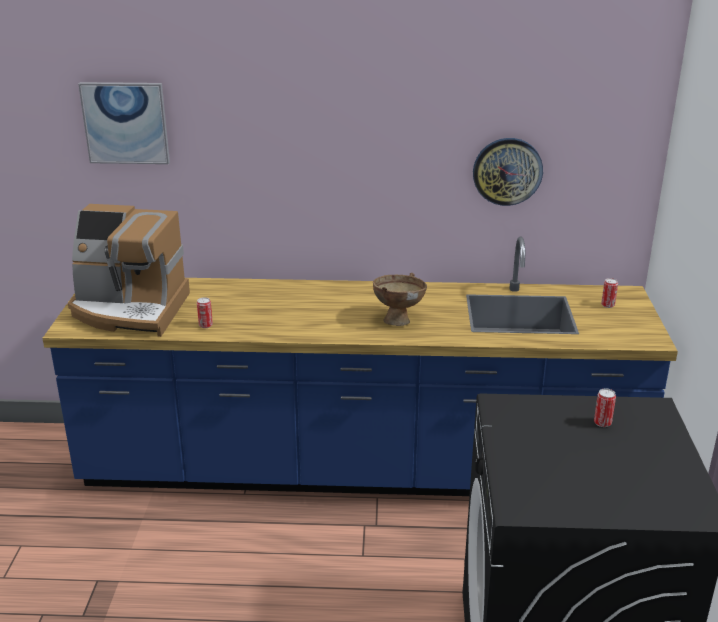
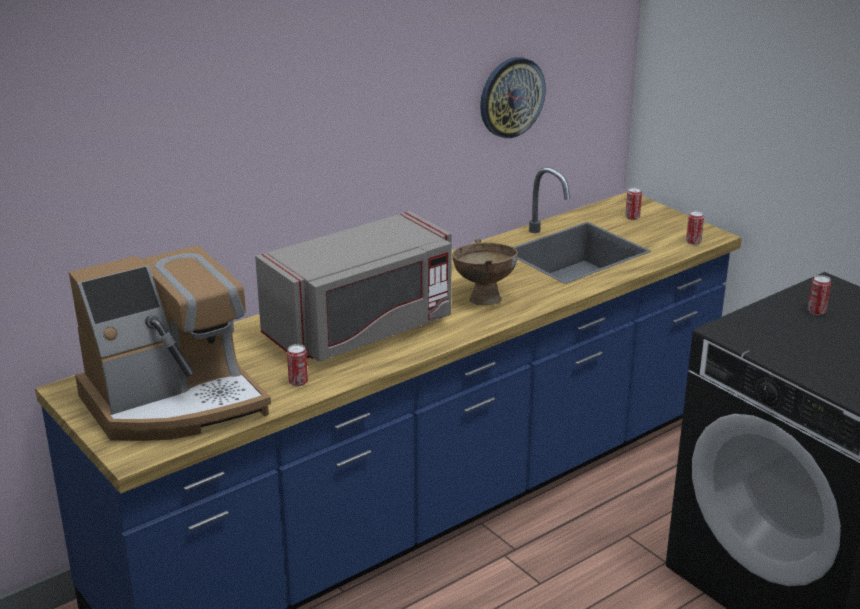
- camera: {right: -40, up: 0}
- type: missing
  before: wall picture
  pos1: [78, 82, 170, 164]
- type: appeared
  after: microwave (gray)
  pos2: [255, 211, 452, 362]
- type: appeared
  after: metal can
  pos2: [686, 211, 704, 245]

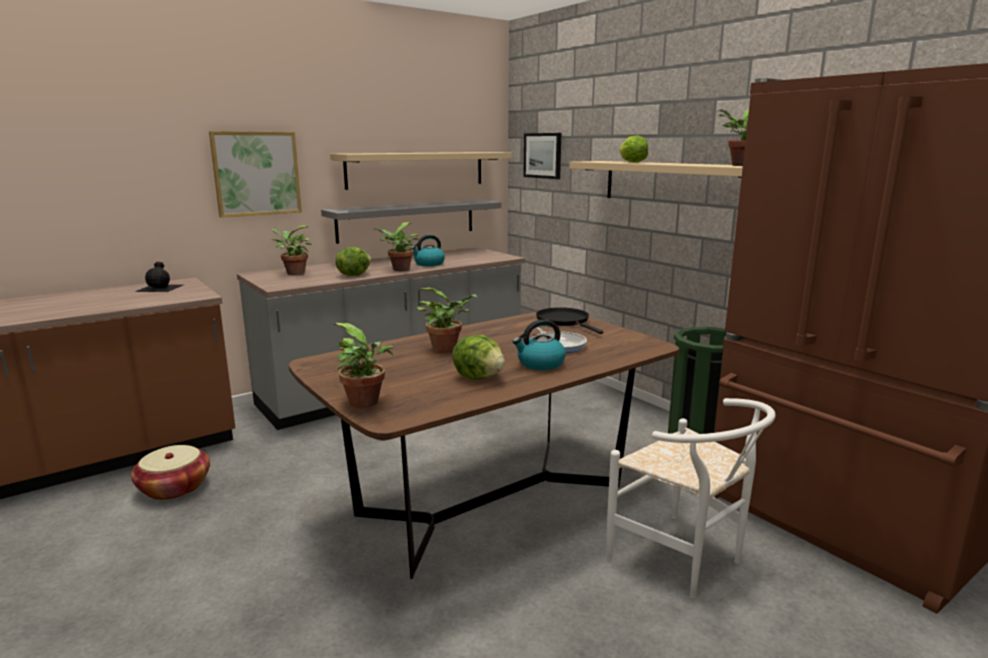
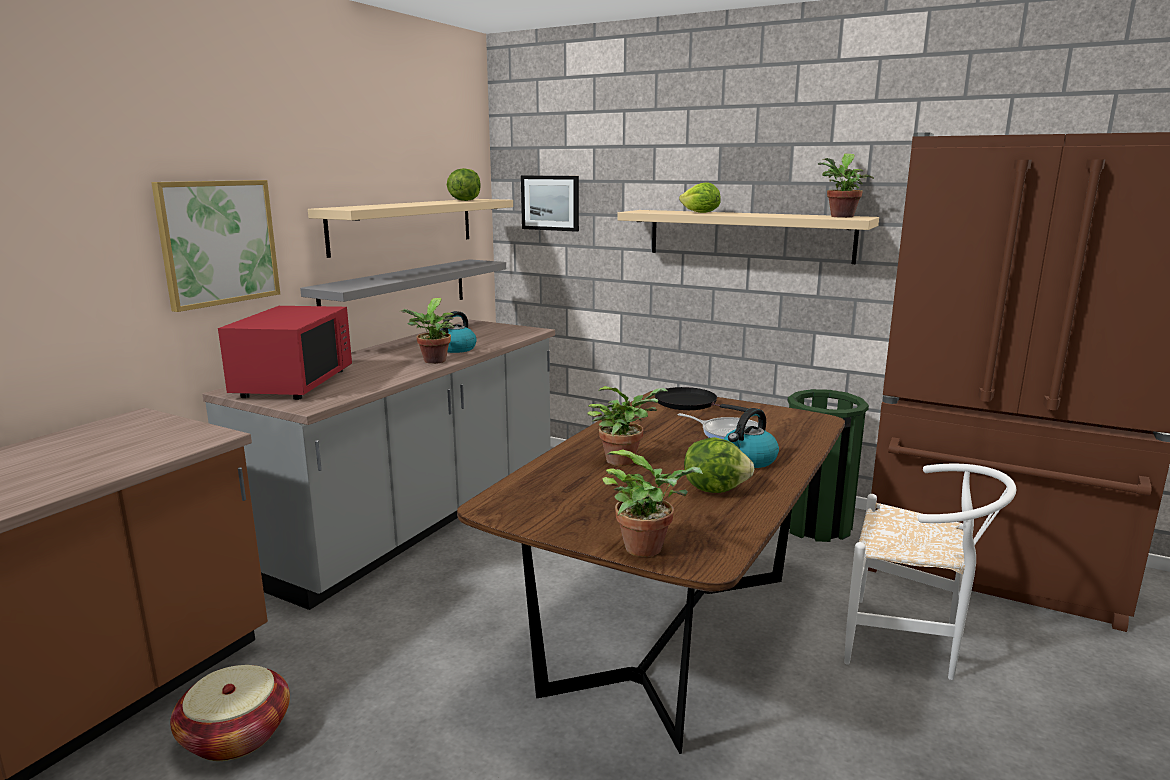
- camera: {right: -25, up: 0}
- type: missing
  before: bottle (black-coloured)
  pos1: [135, 262, 183, 292]
- type: relocated
  before: lettuce head
  pos1: [335, 247, 372, 276]
  pos2: [447, 168, 481, 201]
- type: exchanged
  before: houseplant
  after: microwave (reddish)
  pos1: [271, 226, 311, 275]
  pos2: [218, 306, 352, 400]

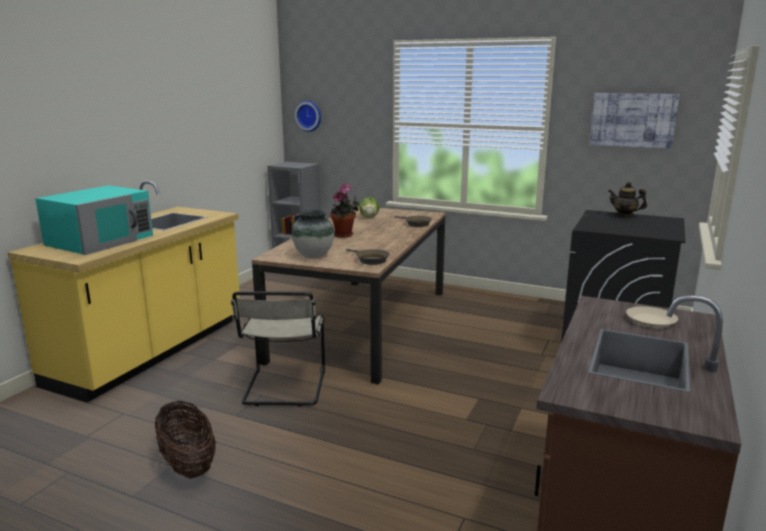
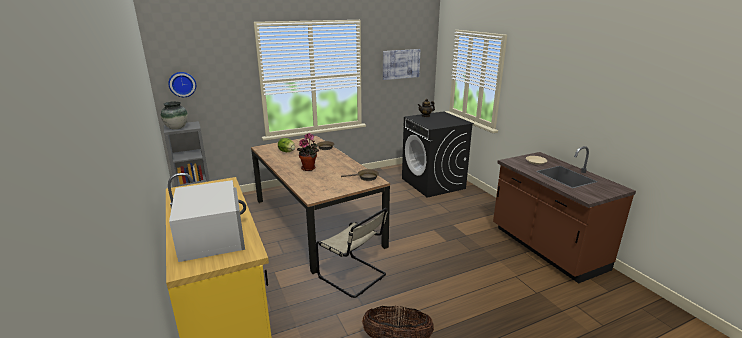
- camera: {right: -50, up: 5}
- type: relocated
  before: vase
  pos1: [291, 210, 334, 258]
  pos2: [161, 101, 188, 130]
- type: colour
  before: microwave (turquoise-coloured)
  after: microwave (whitish)
  pos1: [35, 185, 153, 255]
  pos2: [169, 180, 246, 262]

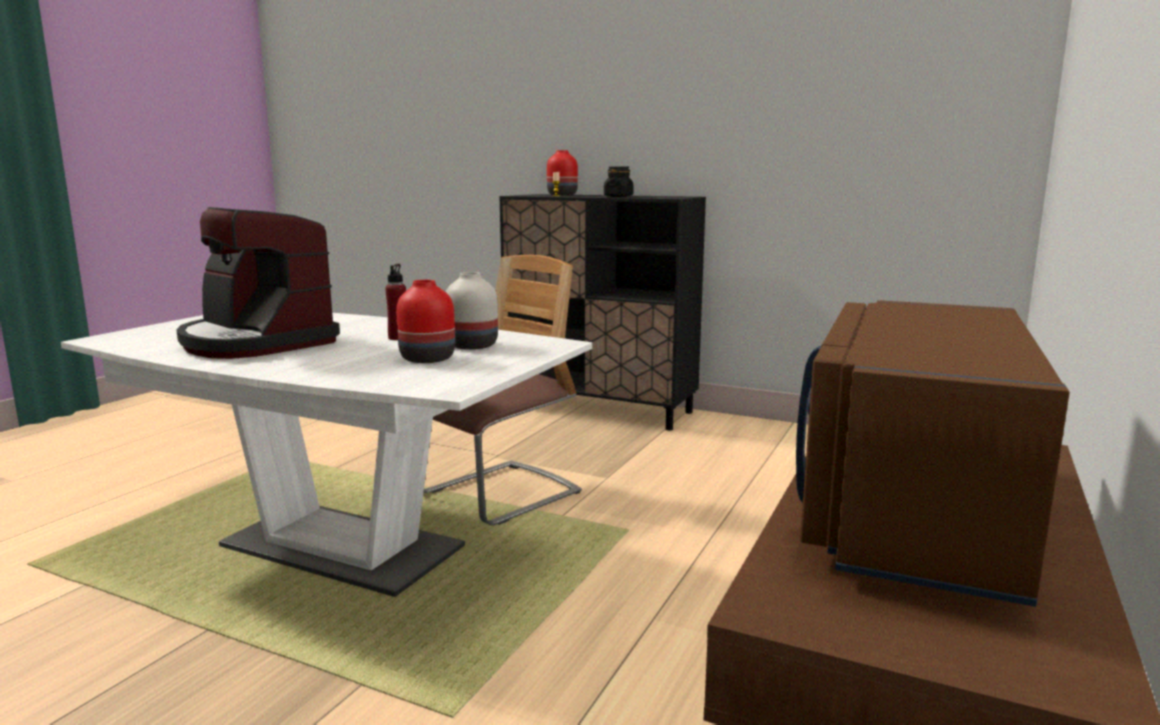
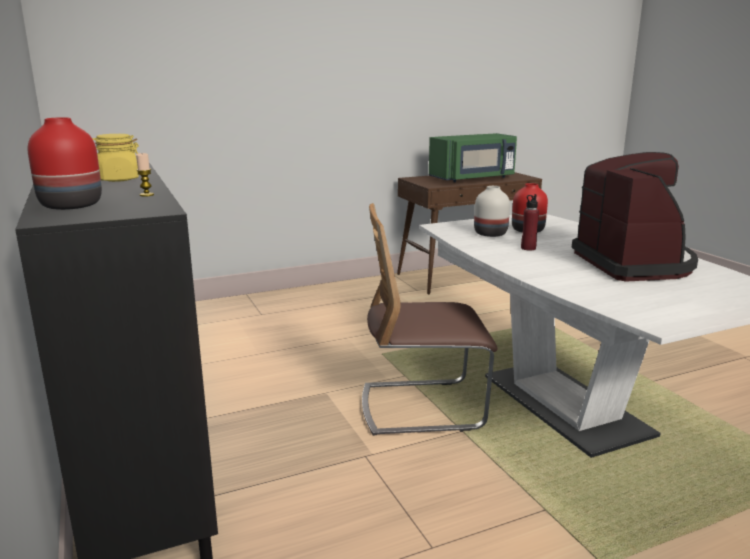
- camera: {right: -140, up: 5}
- type: colour
  before: storage jar (black-coloured)
  after: storage jar (yellow-coloured)
  pos1: [604, 166, 633, 197]
  pos2: [92, 134, 139, 182]
- type: colour
  before: microwave (brown-coloured)
  after: microwave (green-coloured)
  pos1: [796, 300, 1070, 607]
  pos2: [429, 133, 517, 182]

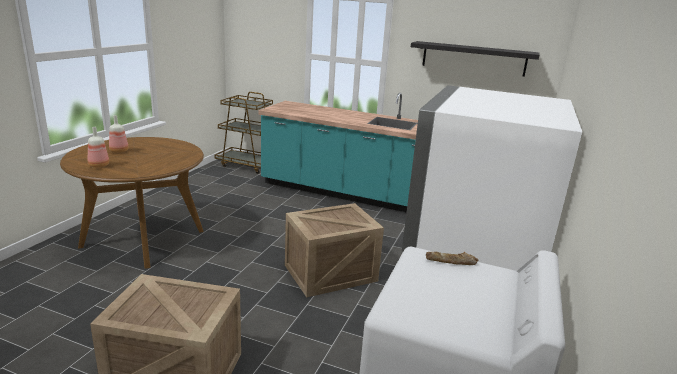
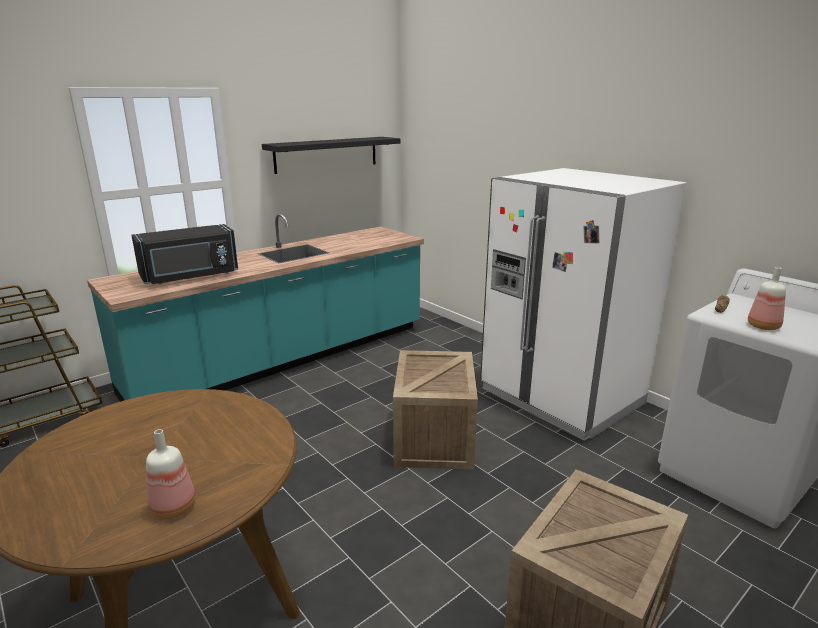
- camera: {right: -60, up: 0}
- type: appeared
  after: microwave (black-coloured)
  pos2: [131, 224, 238, 284]
- type: relocated
  before: bottle
  pos1: [109, 115, 129, 153]
  pos2: [748, 267, 786, 330]

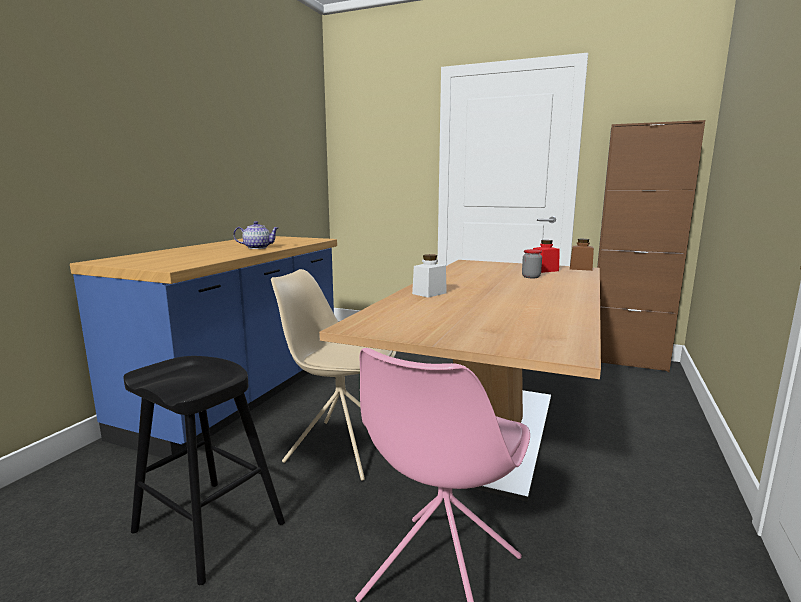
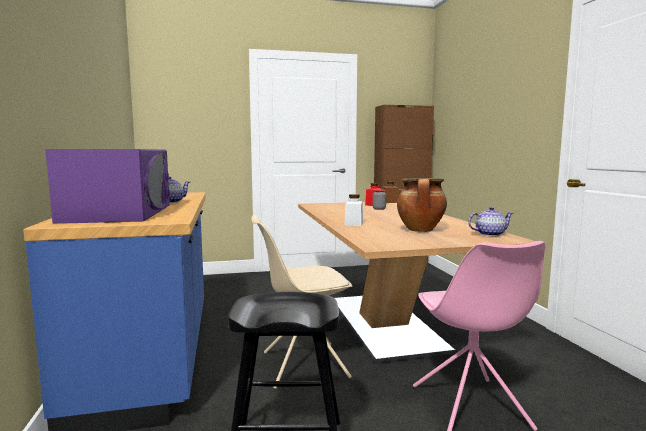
- camera: {right: -35, up: -5}
- type: appeared
  after: microwave (purplish)
  pos2: [45, 149, 170, 224]
- type: appeared
  after: saucepot
  pos2: [397, 178, 447, 232]
- type: appeared
  after: tea pot
  pos2: [468, 207, 513, 236]

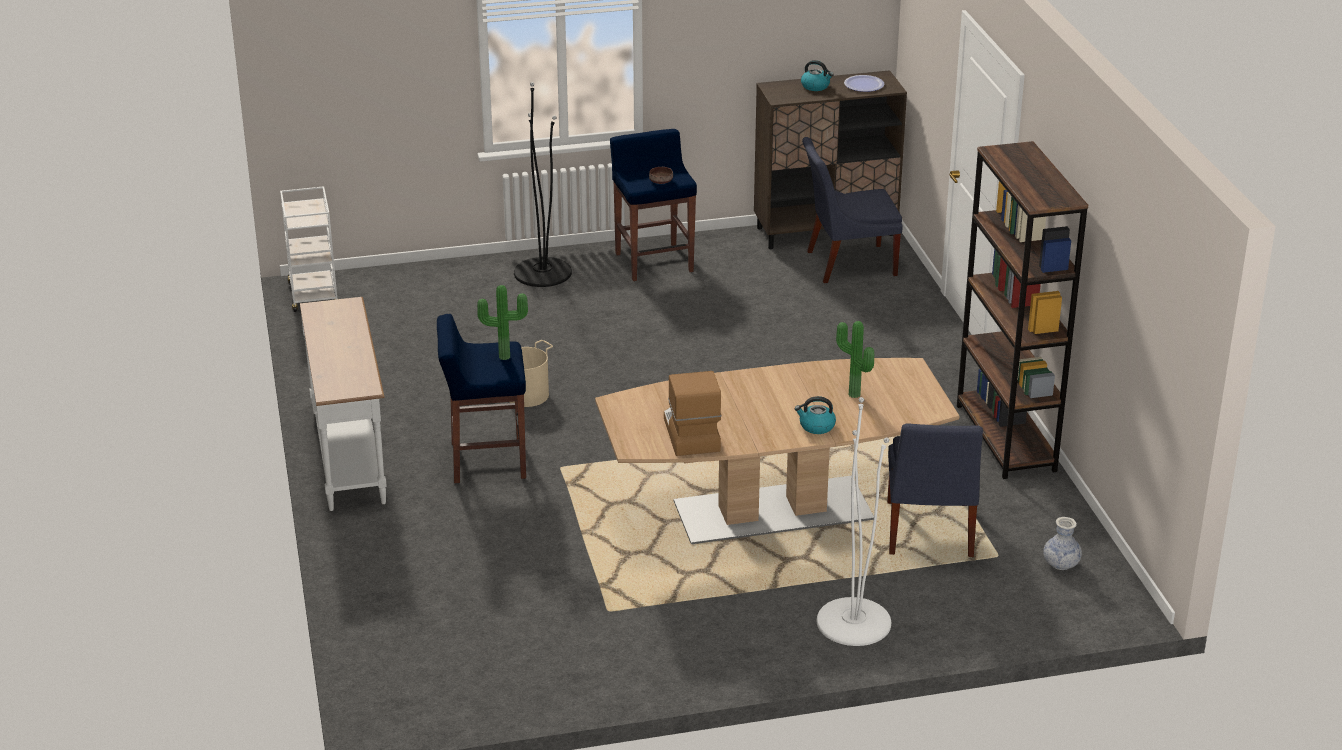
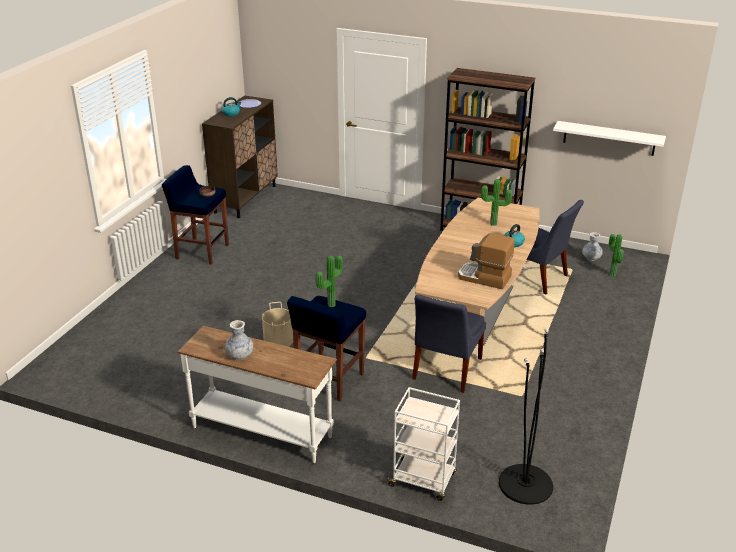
- camera: {right: -55, up: 0}
- type: missing
  before: floor lamp (whitish)
  pos1: [816, 397, 891, 646]
- type: appeared
  after: vase
  pos2: [225, 320, 253, 360]
- type: appeared
  after: bracket shelf (whitish)
  pos2: [553, 121, 666, 156]
- type: appeared
  after: houseplant
  pos2: [609, 234, 624, 277]
- type: relocated
  before: cart (whitish)
  pos1: [280, 186, 337, 312]
  pos2: [386, 387, 460, 501]
- type: relocated
  before: floor lamp (black-coloured)
  pos1: [514, 82, 572, 287]
  pos2: [499, 329, 553, 505]
- type: relocated
  before: chair (blue-coloured)
  pos1: [802, 137, 903, 283]
  pos2: [412, 294, 486, 393]

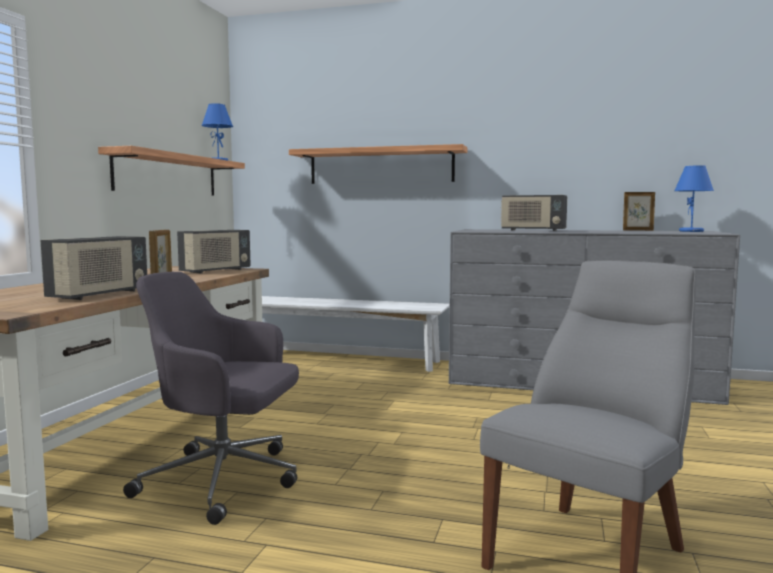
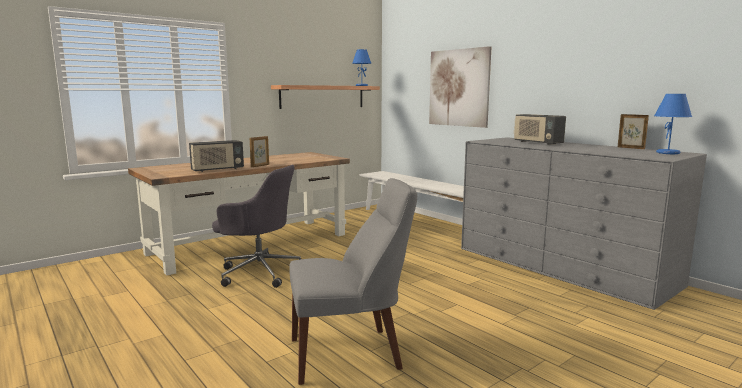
- camera: {right: 35, up: 5}
- type: missing
  before: radio receiver
  pos1: [177, 230, 250, 274]
- type: exchanged
  before: bracket shelf
  after: wall picture
  pos1: [289, 144, 468, 184]
  pos2: [429, 46, 492, 128]
- type: spun
  before: desk chair (gray)
  pos1: [123, 272, 299, 525]
  pos2: [212, 165, 301, 288]
  turn: 150

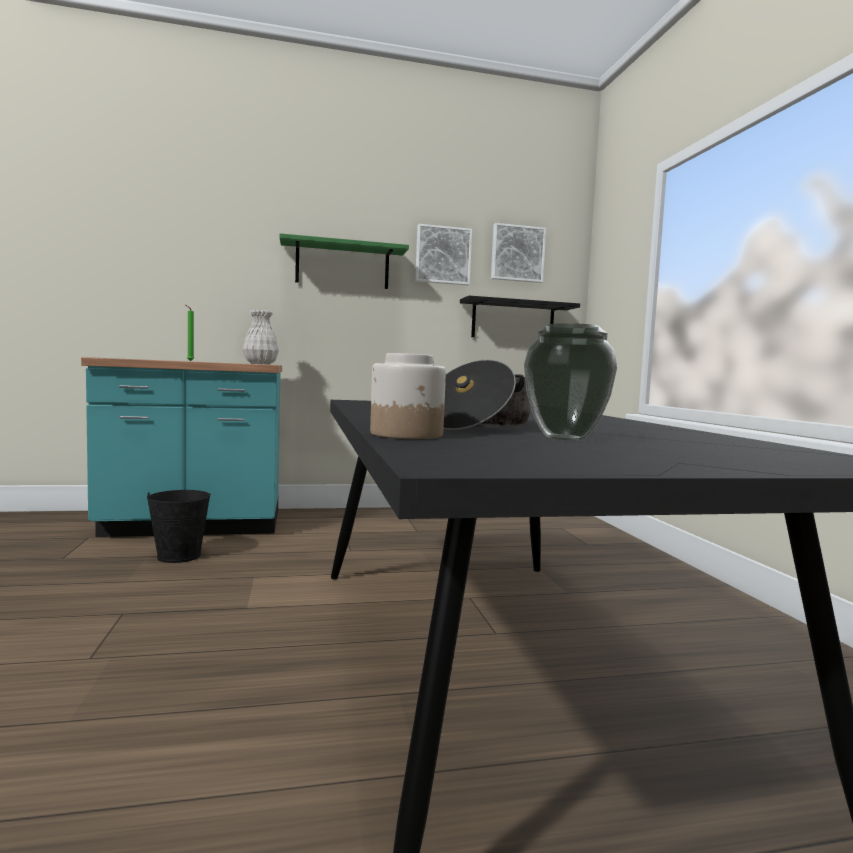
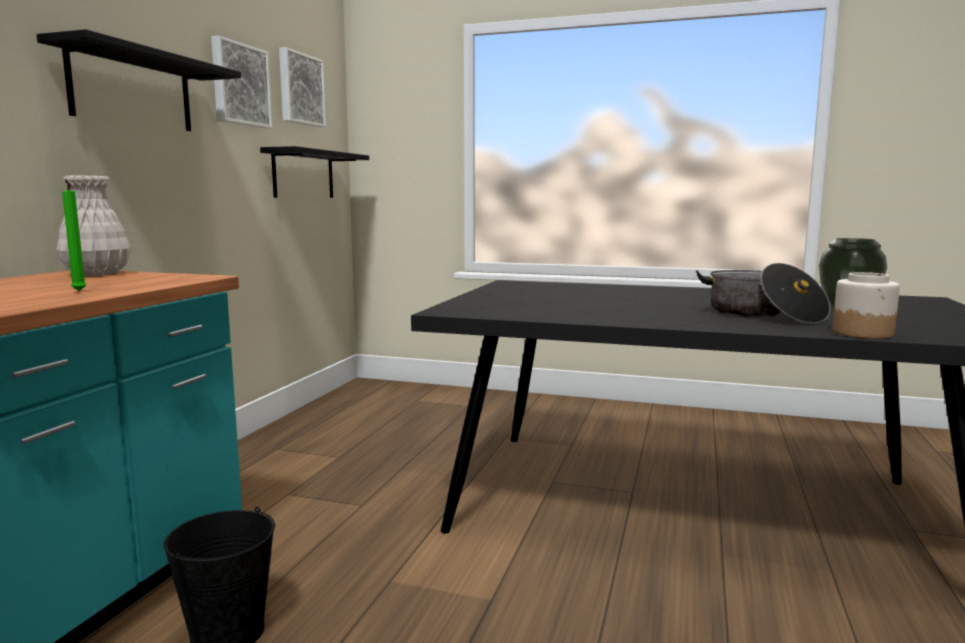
- camera: {right: -60, up: 5}
- type: colour
  before: bracket shelf (green-coloured)
  after: bracket shelf (black-coloured)
  pos1: [279, 233, 409, 289]
  pos2: [37, 29, 241, 131]

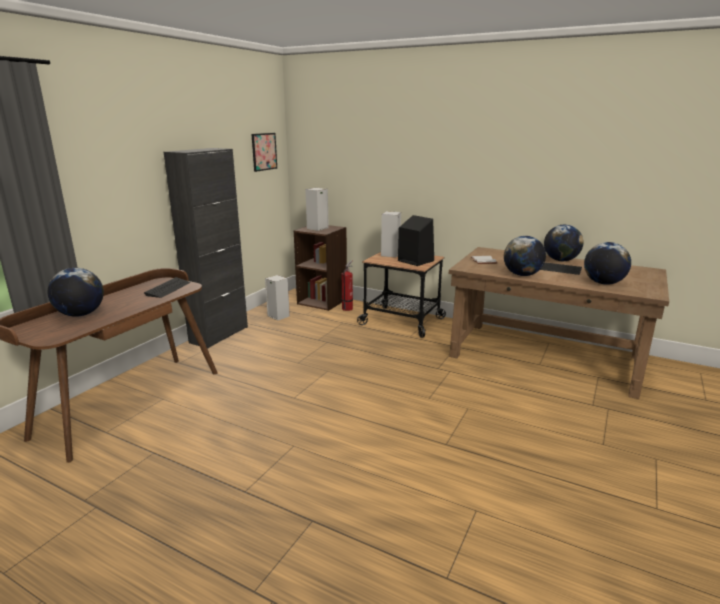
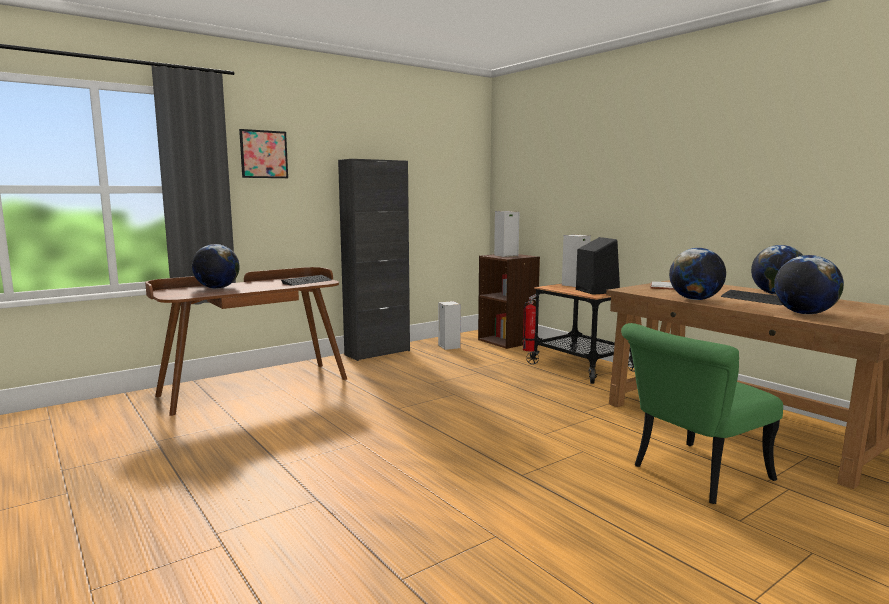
- camera: {right: 25, up: -10}
- type: appeared
  after: chair (green-coloured)
  pos2: [621, 323, 783, 504]
- type: relocated
  before: wall picture
  pos1: [252, 133, 277, 172]
  pos2: [239, 129, 288, 178]

